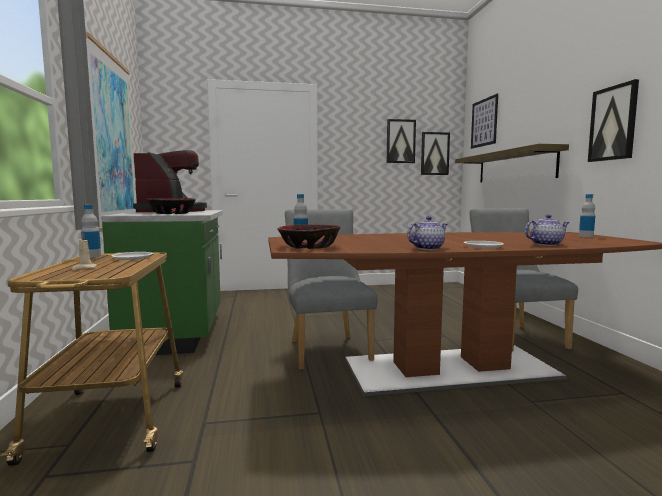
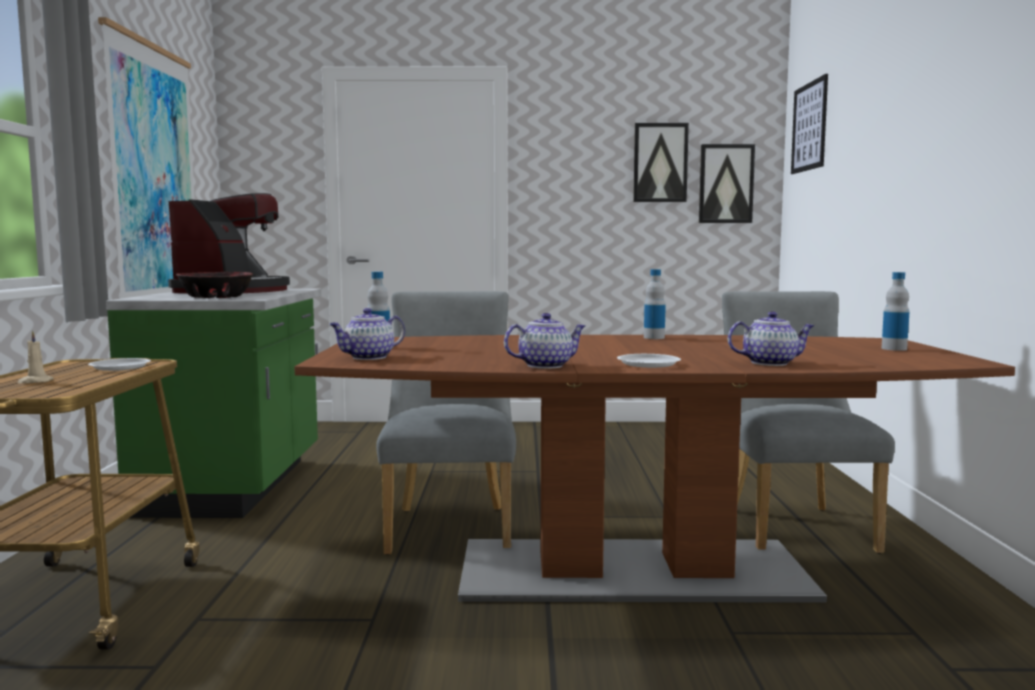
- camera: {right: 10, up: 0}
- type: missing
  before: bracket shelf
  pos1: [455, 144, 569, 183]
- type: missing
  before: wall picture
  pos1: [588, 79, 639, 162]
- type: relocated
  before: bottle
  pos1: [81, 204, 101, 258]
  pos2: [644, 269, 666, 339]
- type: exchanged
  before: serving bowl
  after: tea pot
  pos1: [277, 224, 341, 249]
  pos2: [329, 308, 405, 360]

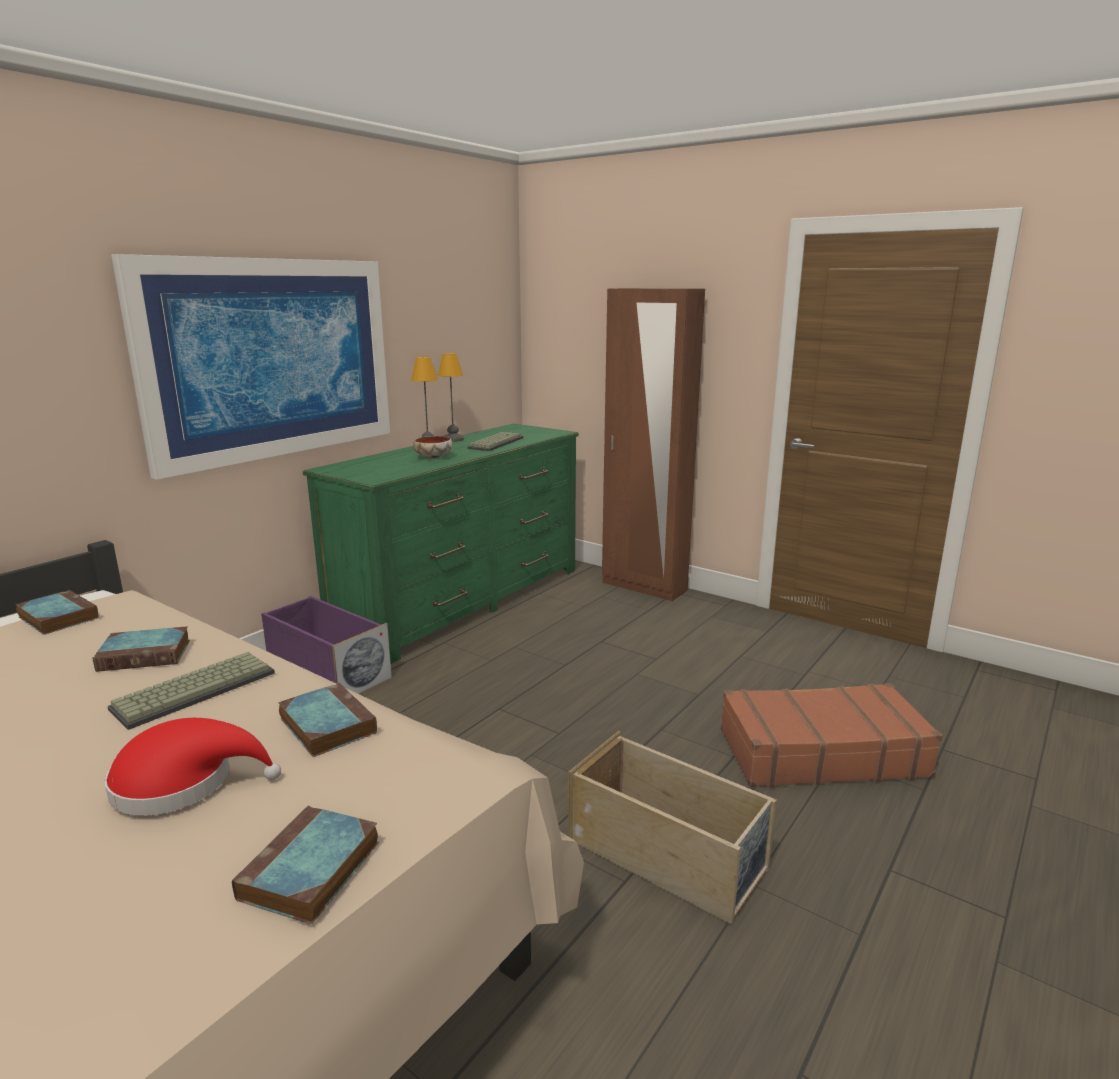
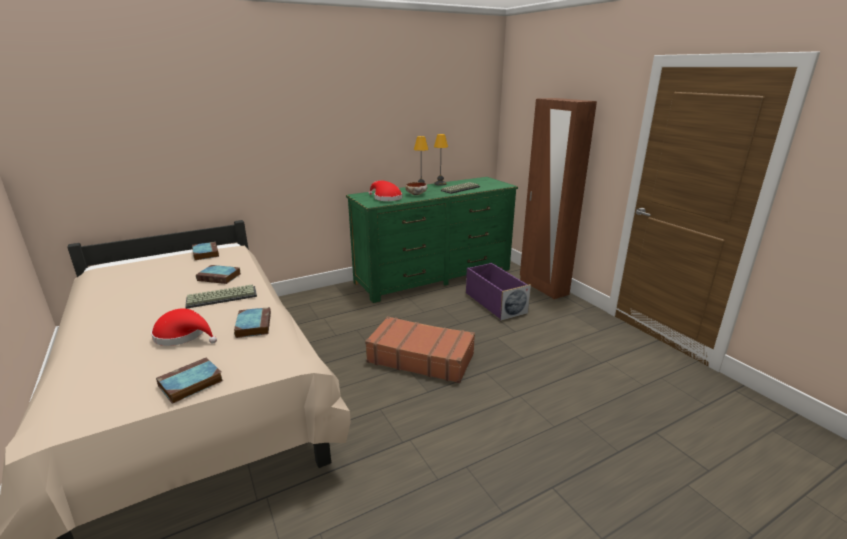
- camera: {right: 25, up: 5}
- type: missing
  before: wall picture
  pos1: [111, 254, 390, 480]
- type: missing
  before: storage container (beige-coloured)
  pos1: [568, 731, 777, 925]
- type: appeared
  after: wearable hat (reddish)
  pos2: [368, 180, 402, 201]
- type: relocated
  before: storage container (purplish)
  pos1: [261, 596, 392, 694]
  pos2: [466, 263, 531, 321]
- type: relocated
  before: piece of luggage (brown-coloured)
  pos1: [721, 683, 943, 787]
  pos2: [365, 316, 475, 383]

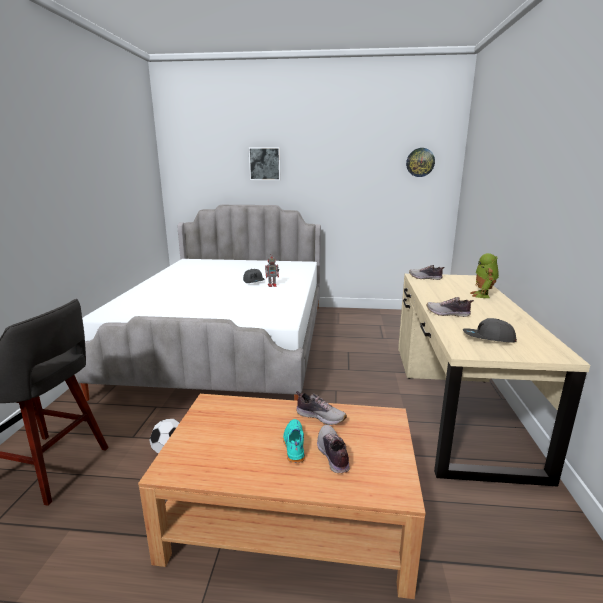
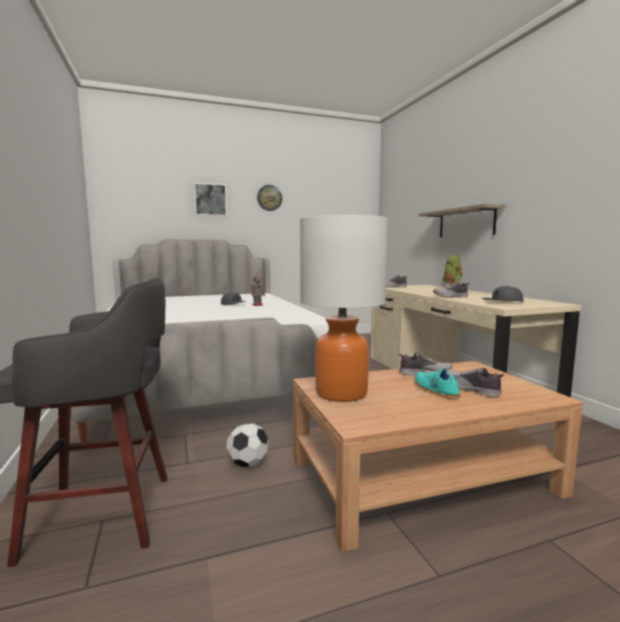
- camera: {right: -25, up: -10}
- type: appeared
  after: lamp for a table
  pos2: [300, 215, 388, 402]
- type: appeared
  after: bracket shelf
  pos2: [419, 204, 505, 237]
- type: relocated
  before: hanging clock
  pos1: [406, 148, 435, 177]
  pos2: [257, 185, 282, 211]

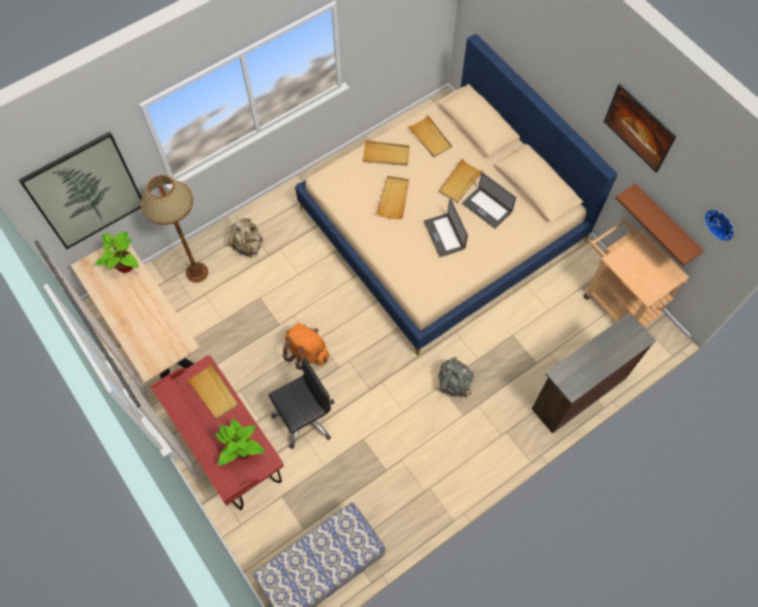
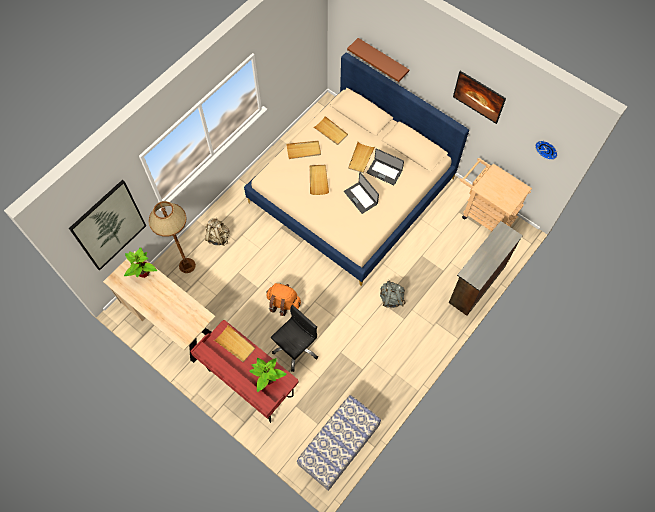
- camera: {right: -15, up: 0}
- type: relocated
  before: bracket shelf (brown-coloured)
  pos1: [615, 183, 704, 266]
  pos2: [347, 38, 409, 82]

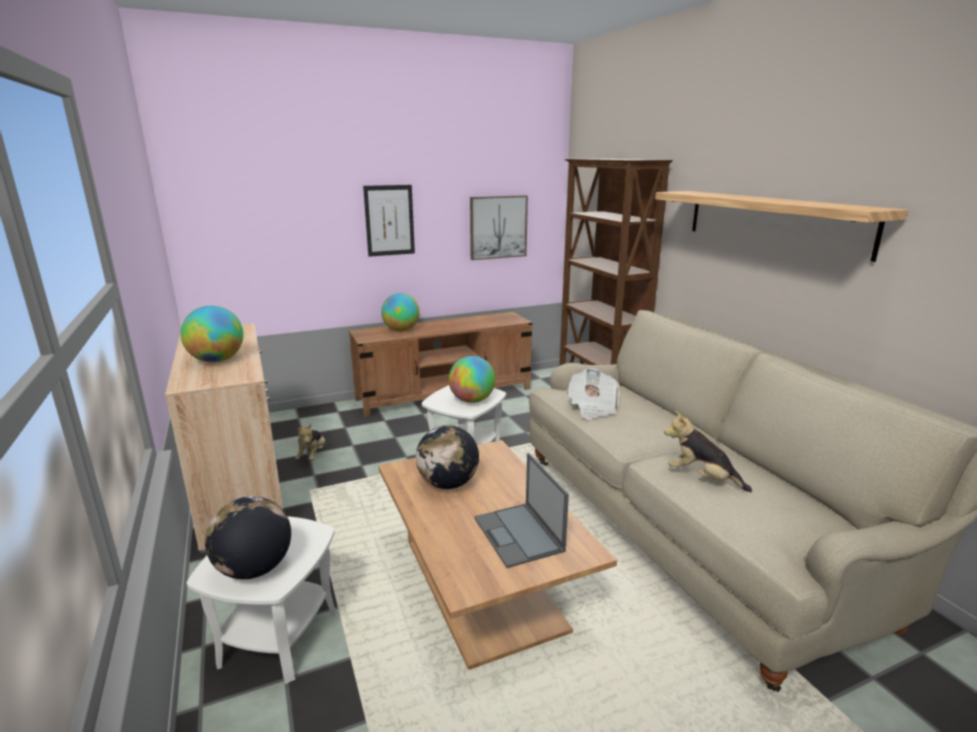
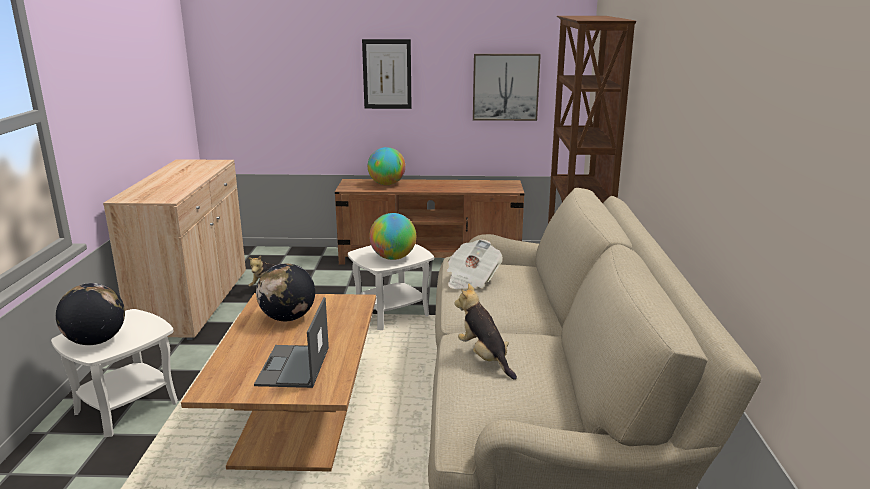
- camera: {right: 25, up: 0}
- type: missing
  before: globe
  pos1: [180, 306, 244, 363]
- type: missing
  before: bracket shelf
  pos1: [655, 191, 909, 262]

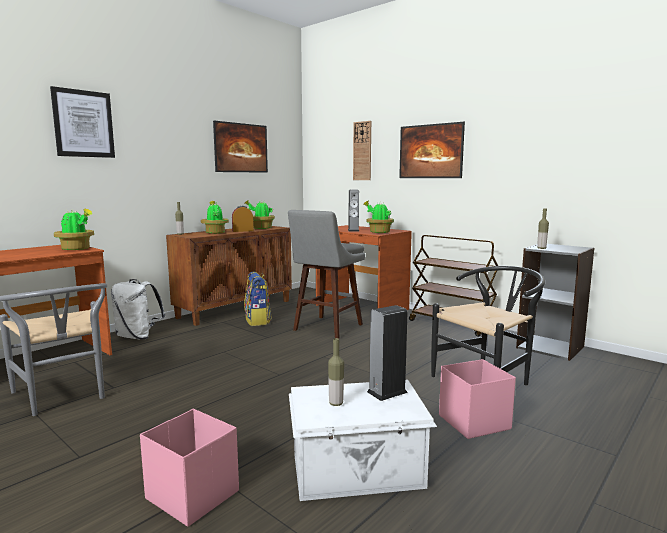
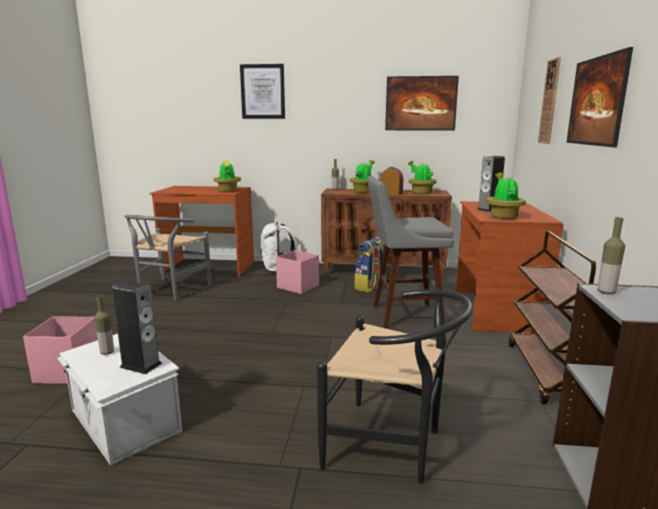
- camera: {right: 55, up: 5}
- type: relocated
  before: storage container (pink)
  pos1: [439, 359, 516, 439]
  pos2: [276, 250, 319, 294]

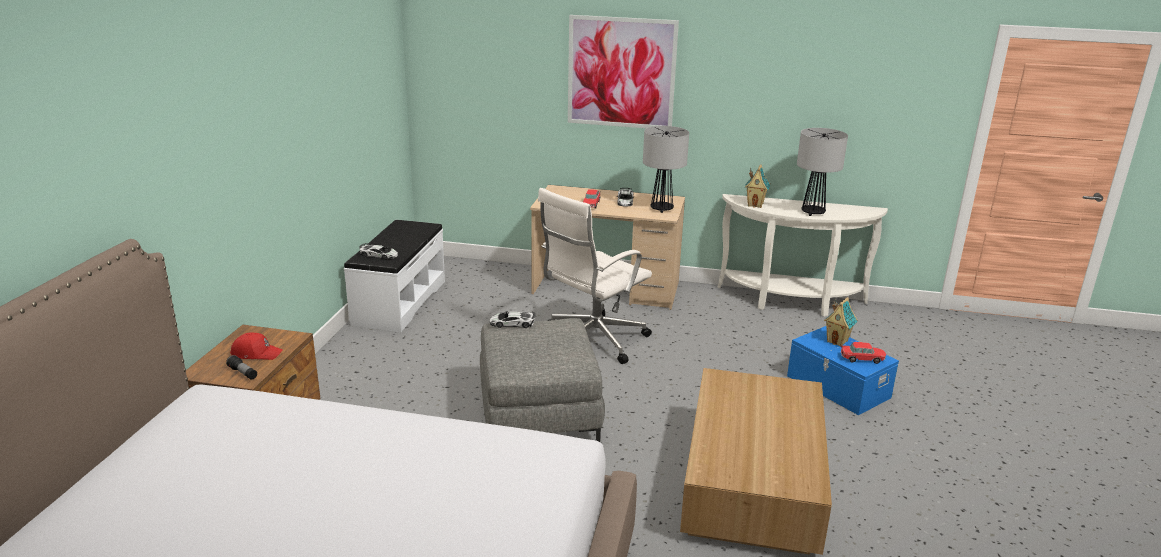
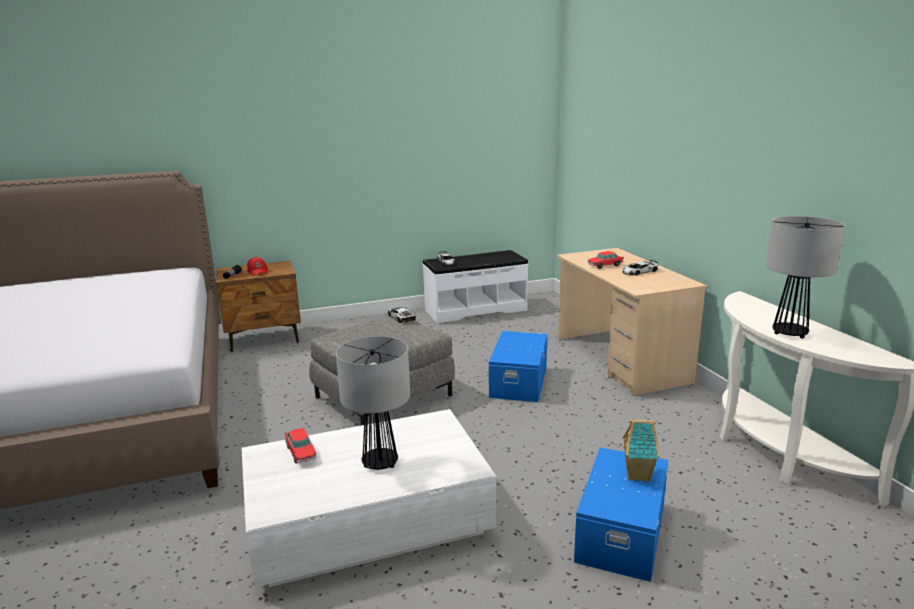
- camera: {right: 60, up: -5}
- type: missing
  before: wall picture
  pos1: [568, 15, 679, 128]
- type: missing
  before: miniature house
  pos1: [745, 165, 770, 208]
- type: relocated
  before: lamp for a table
  pos1: [643, 126, 689, 213]
  pos2: [336, 336, 410, 470]
- type: relocated
  before: miniature car
  pos1: [841, 342, 886, 364]
  pos2: [285, 428, 317, 463]
- type: exchanged
  before: desk chair (whitish)
  after: storage container (blue-coloured)
  pos1: [538, 188, 652, 364]
  pos2: [489, 331, 547, 402]
- type: colour
  before: low table (brown-coloured)
  after: low table (whitish)
  pos1: [680, 368, 832, 555]
  pos2: [242, 409, 496, 587]

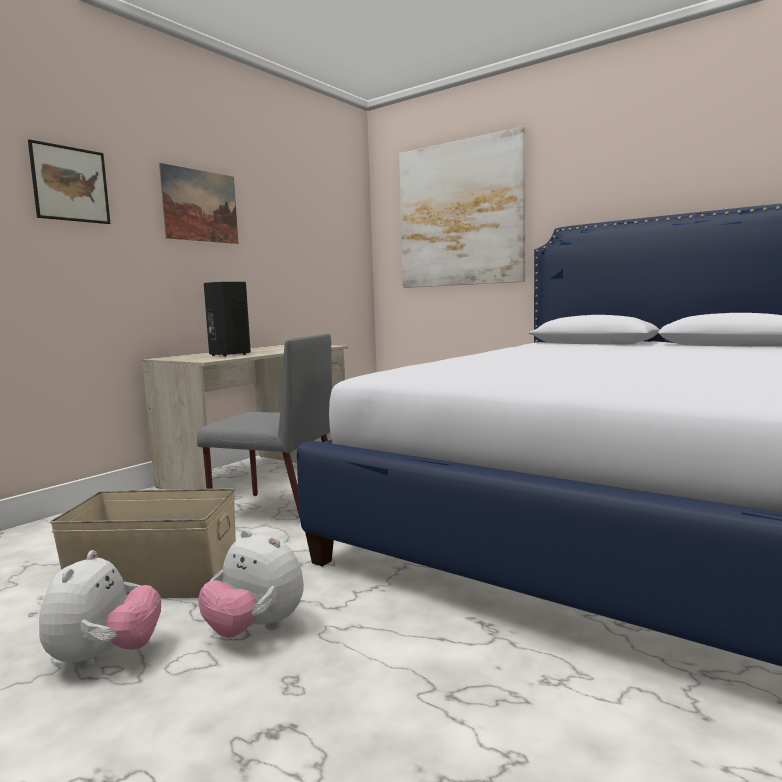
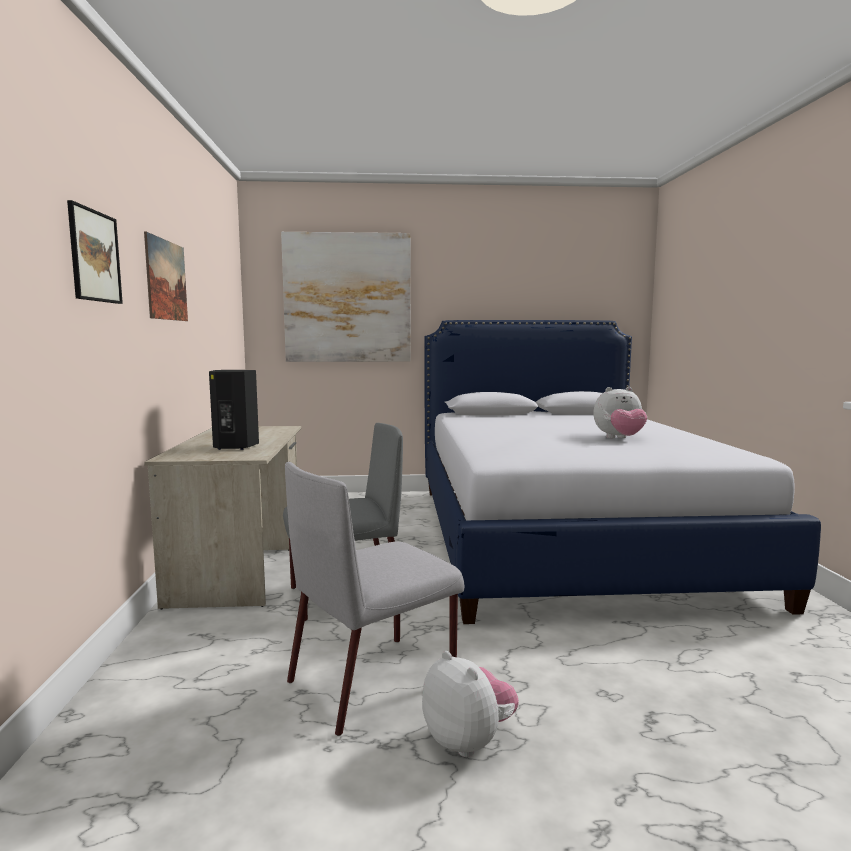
- camera: {right: -40, up: 0}
- type: relocated
  before: cuddly toy
  pos1: [198, 529, 304, 638]
  pos2: [594, 387, 647, 438]
- type: exchanged
  before: storage container (beige-coloured)
  after: chair (gray)
  pos1: [50, 488, 236, 598]
  pos2: [285, 462, 464, 736]

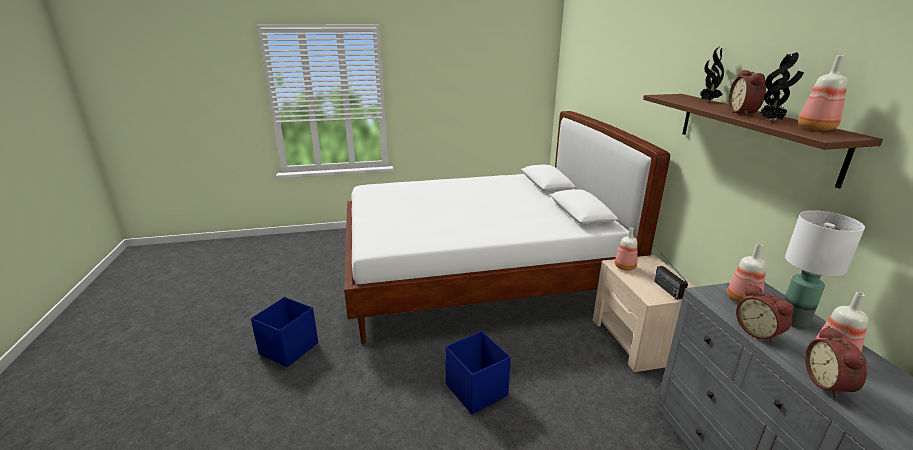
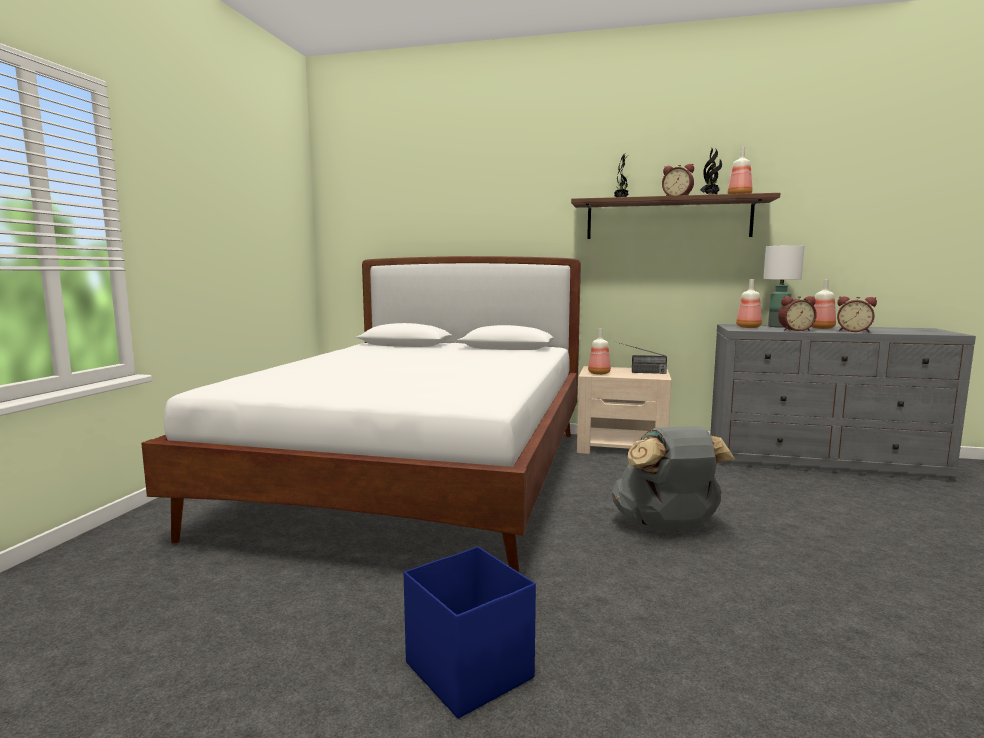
- camera: {right: -65, up: -15}
- type: exchanged
  before: storage container (blue-coloured)
  after: backpack (gray)
  pos1: [445, 331, 511, 414]
  pos2: [612, 426, 736, 530]

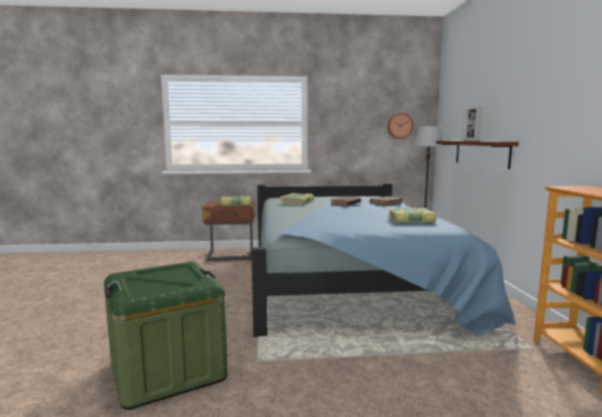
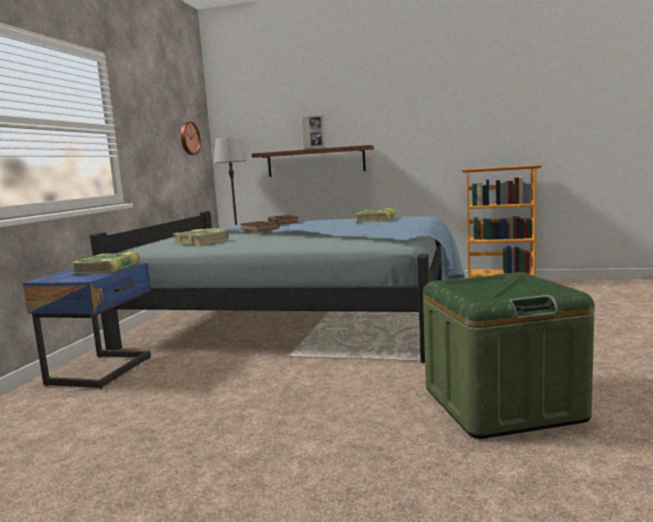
- camera: {right: -70, up: 0}
- type: colour
  before: night table (brown-coloured)
  after: night table (blue-coloured)
  pos1: [202, 200, 255, 262]
  pos2: [23, 263, 151, 389]

